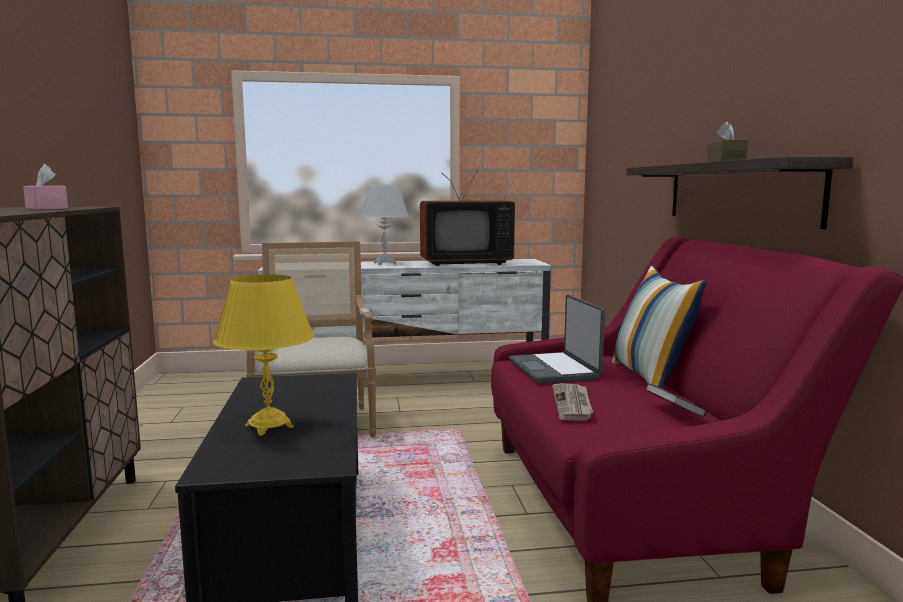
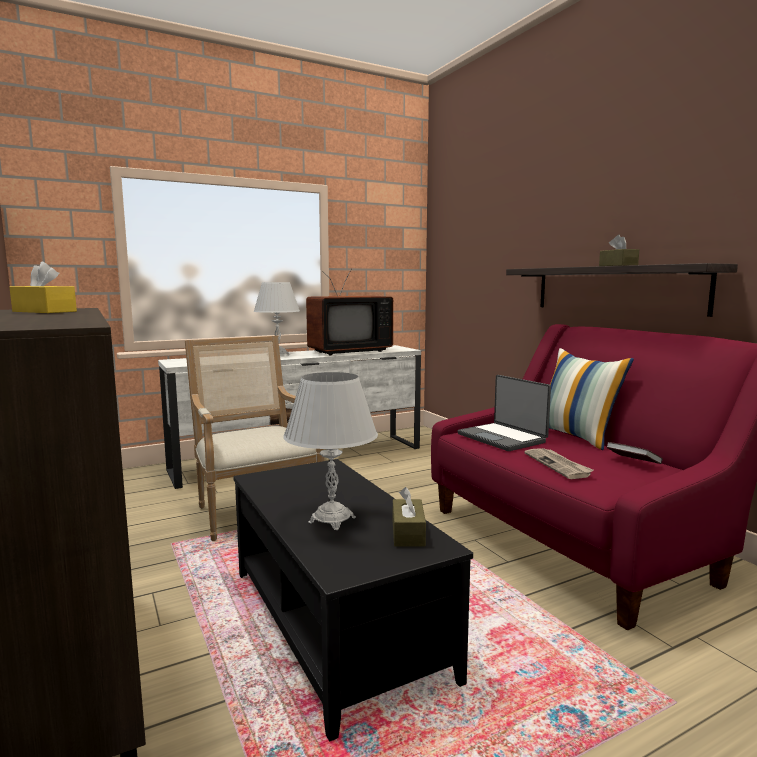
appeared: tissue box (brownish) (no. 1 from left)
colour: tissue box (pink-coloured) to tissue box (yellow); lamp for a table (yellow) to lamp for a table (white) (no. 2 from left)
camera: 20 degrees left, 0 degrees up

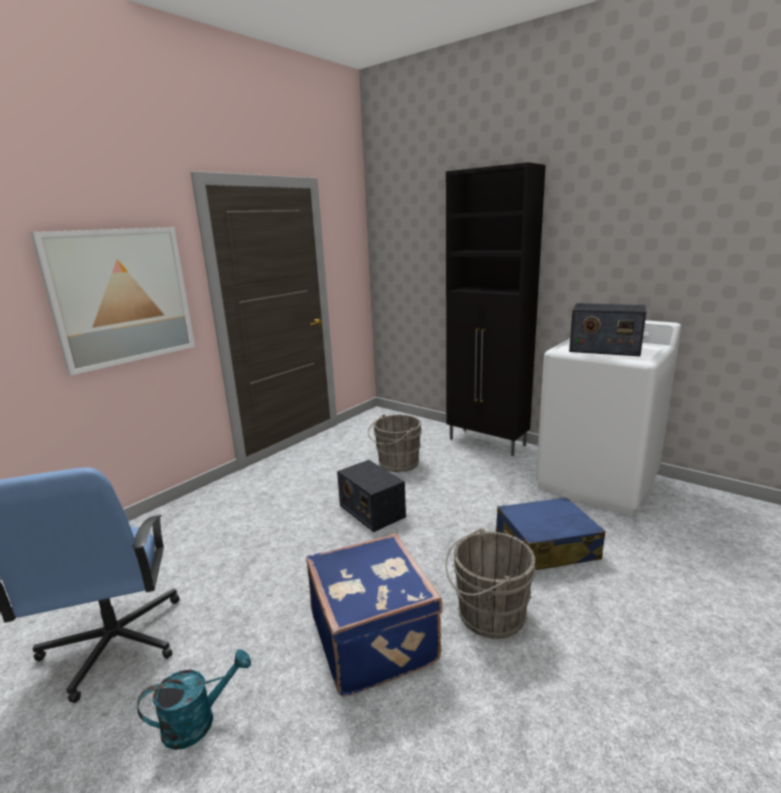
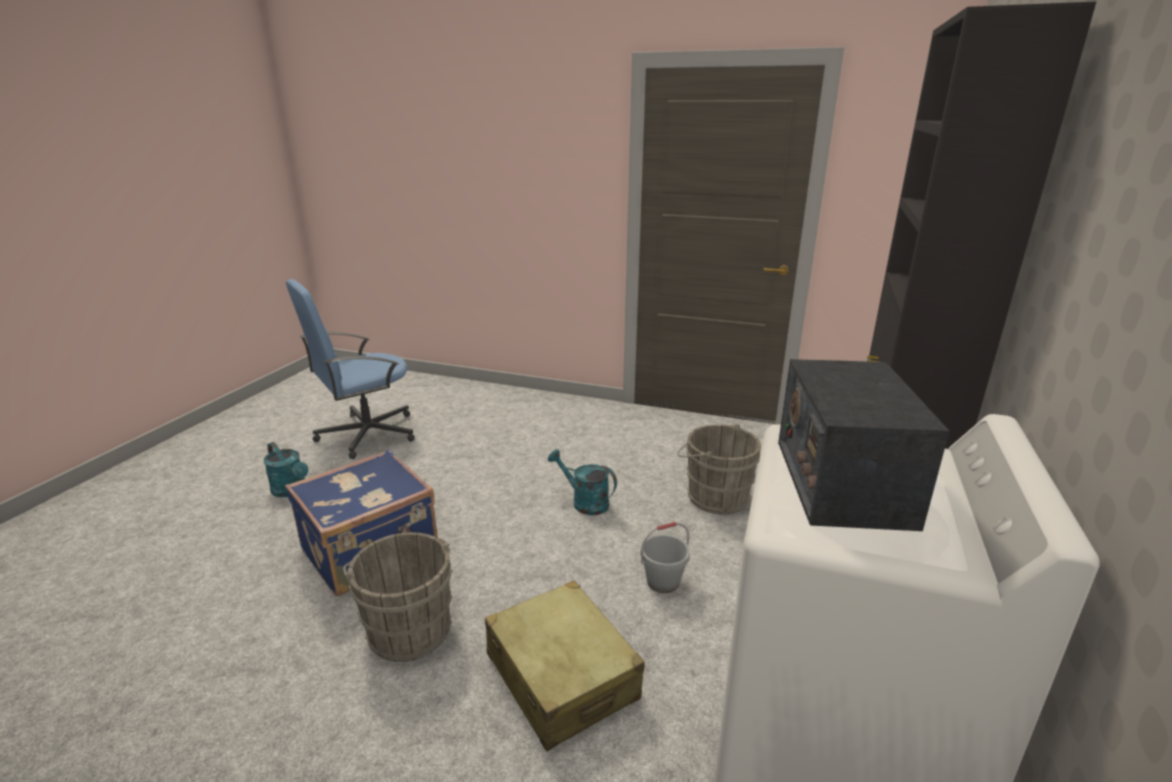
missing: picture
appeared: bucket (grey) (no. 2 from left)
exchanged: radio receiver (no. 1 from left) to watering pot (blue-green) (no. 2 from left)
colour: travel case (bluish) (no. 2 from left) to travel case (beige-coloured)
camera: 70 degrees right, 5 degrees up

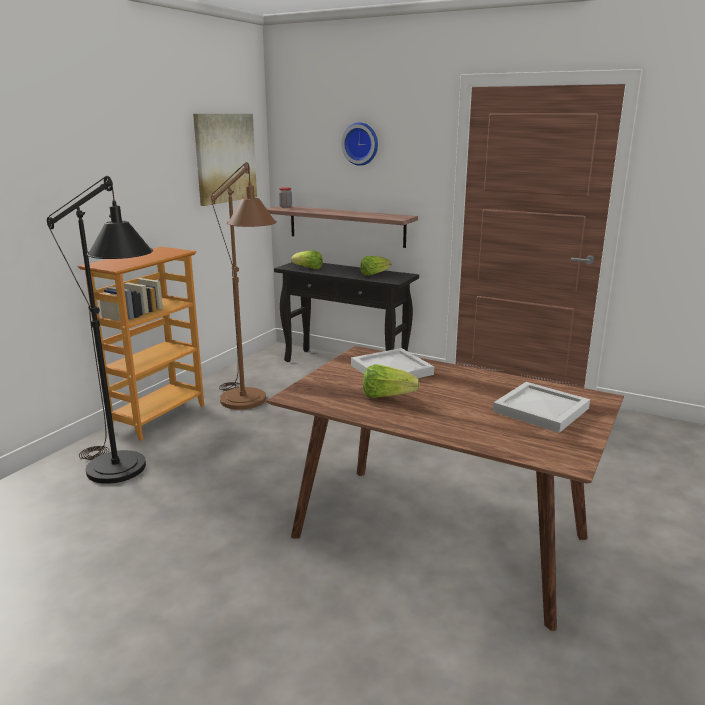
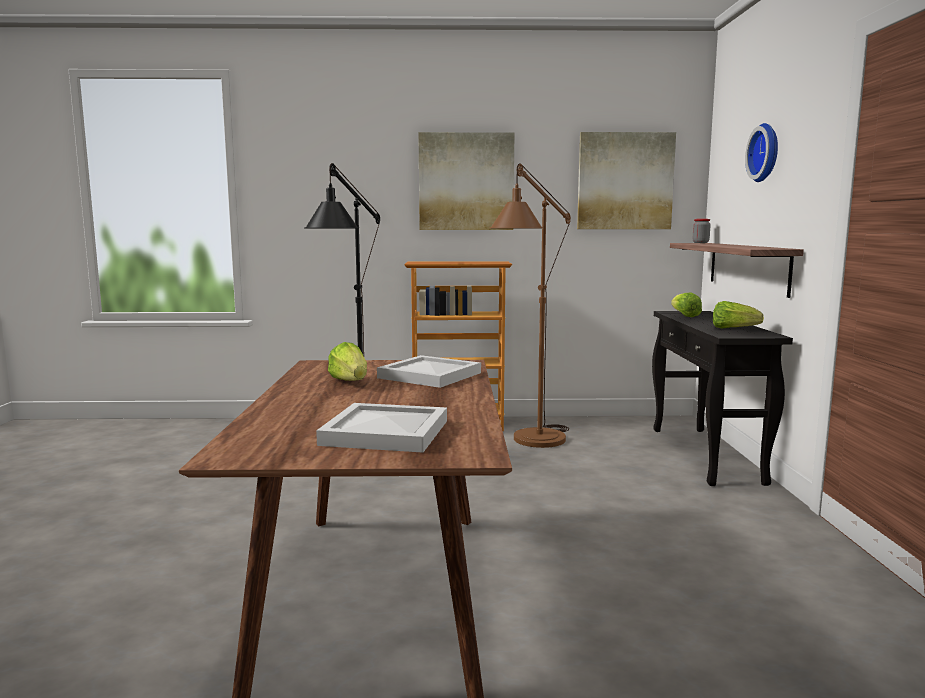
appeared: picture (no. 1 from left)
camera: 60 degrees right, 10 degrees down

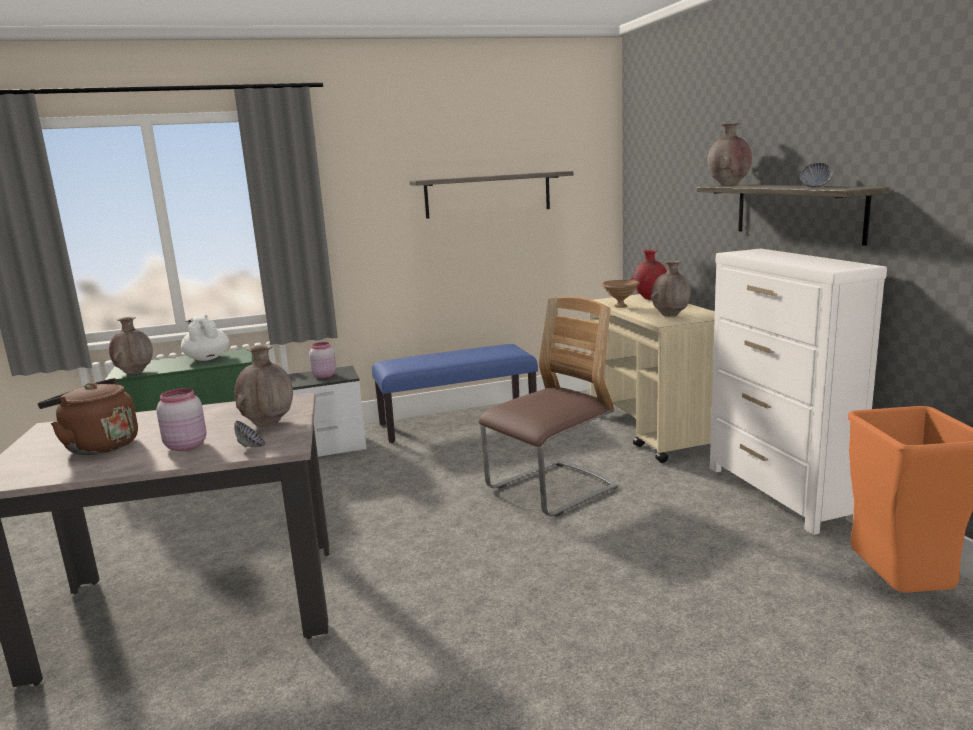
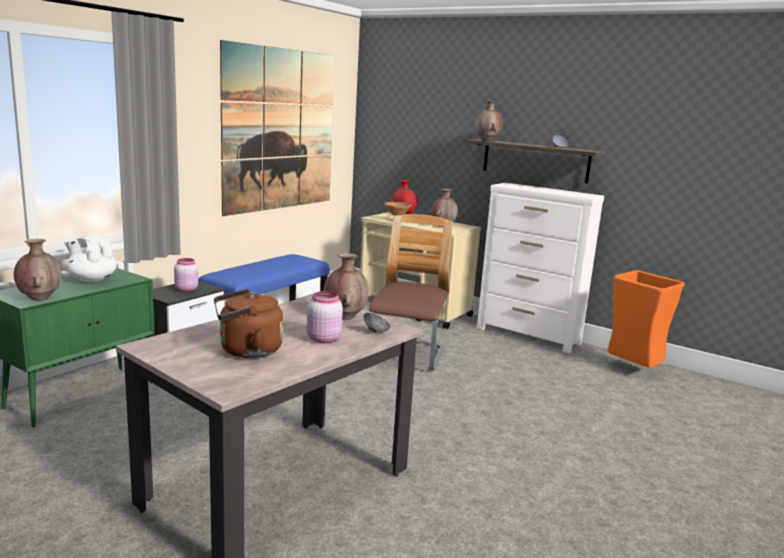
exchanged: wall shelf (no. 1 from left) to picture
camera: 40 degrees left, 0 degrees up

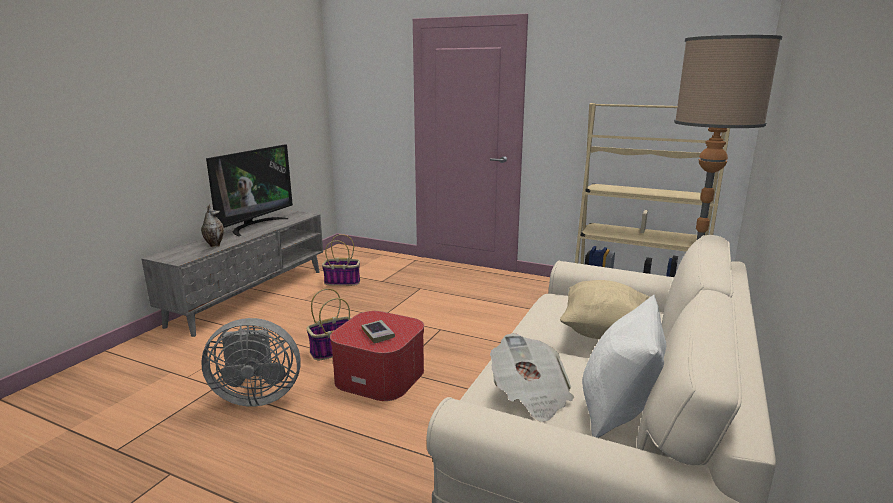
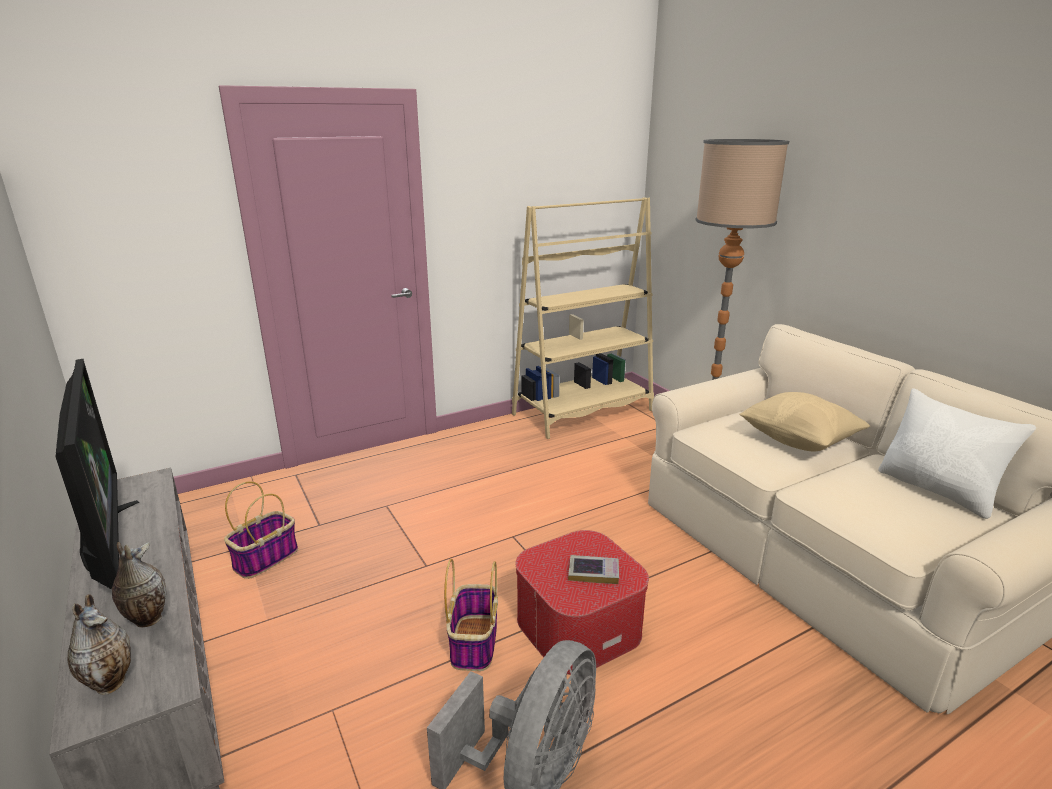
missing: newspaper
appeared: vase (no. 1 from left)
camera: 55 degrees left, 5 degrees up

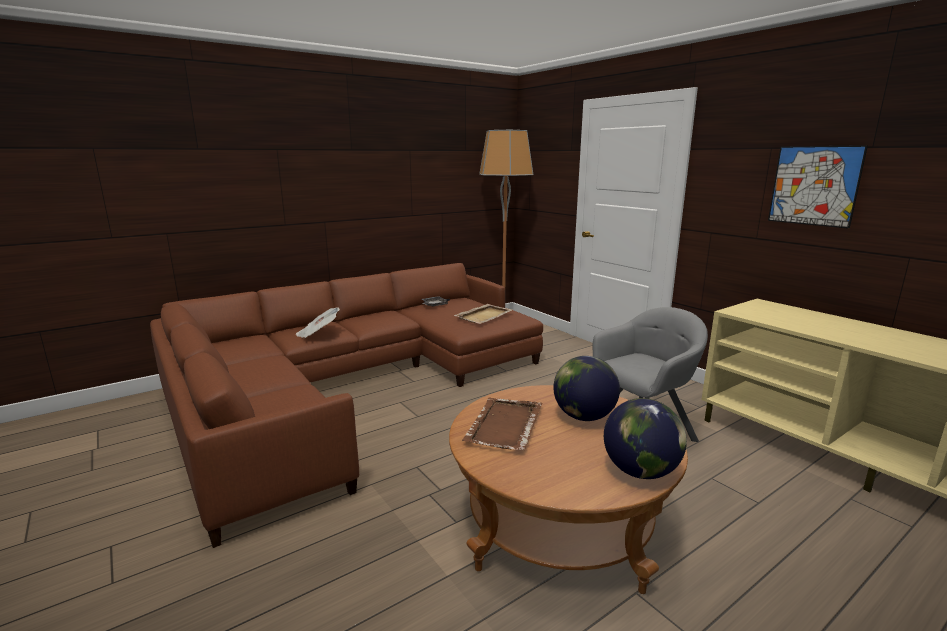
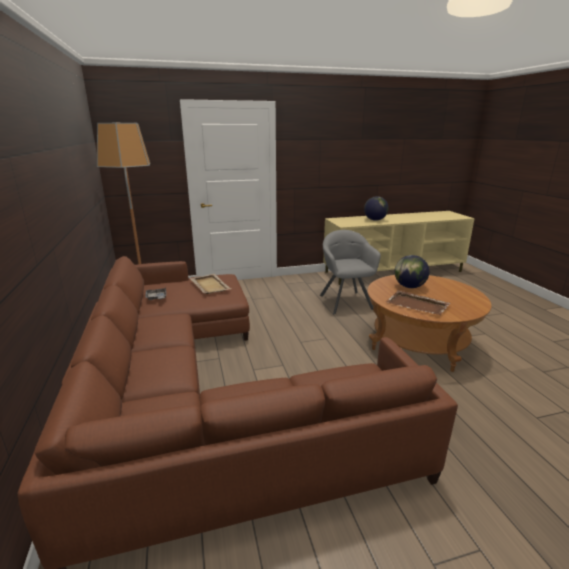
missing: newspaper; picture
relocated: world globe (no. 2 from left in the first image) to world globe (no. 1 from left)
camera: 70 degrees left, 5 degrees up

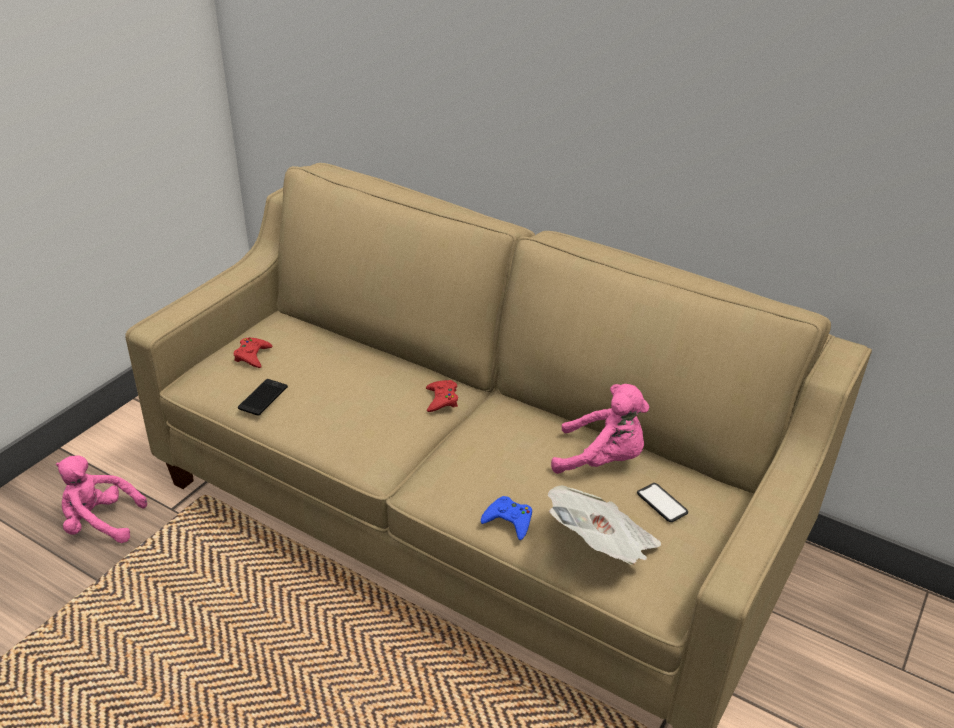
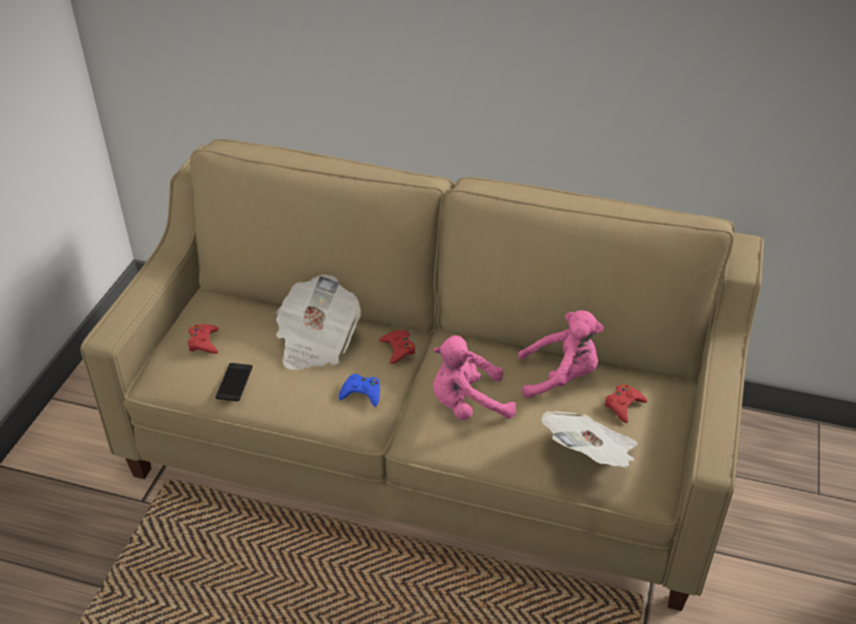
appeared: newspaper (no. 1 from left)
relocated: game controller (bluish); soft toy (pink-coloured) (no. 1 from left)
exchanged: handset (no. 2 from left) to game controller (red) (no. 3 from left)
camera: 15 degrees left, 5 degrees up

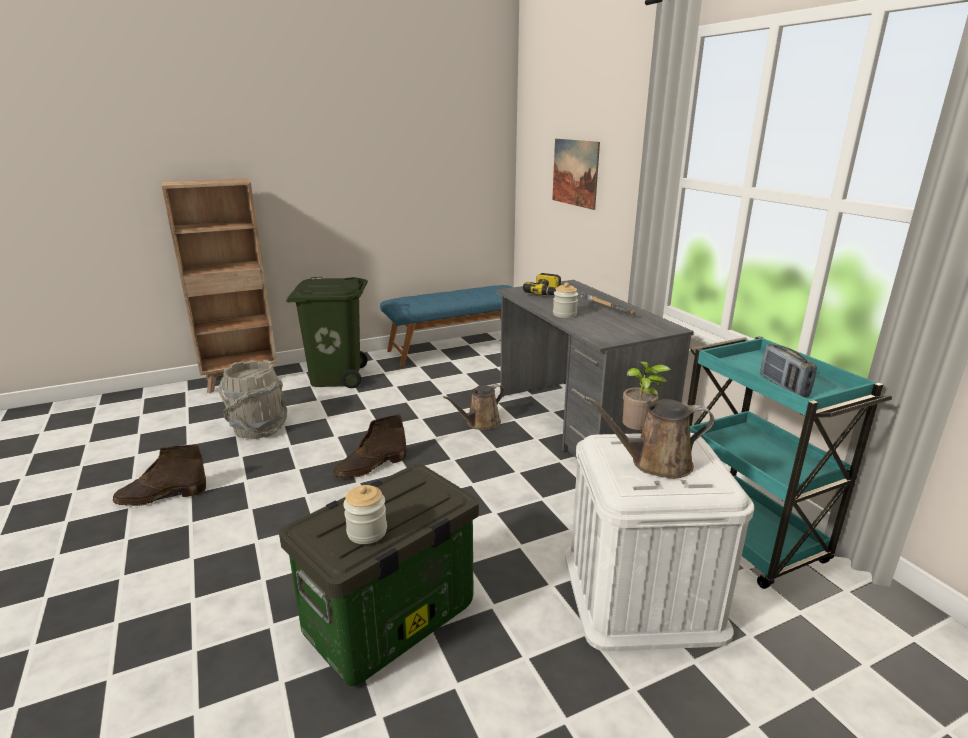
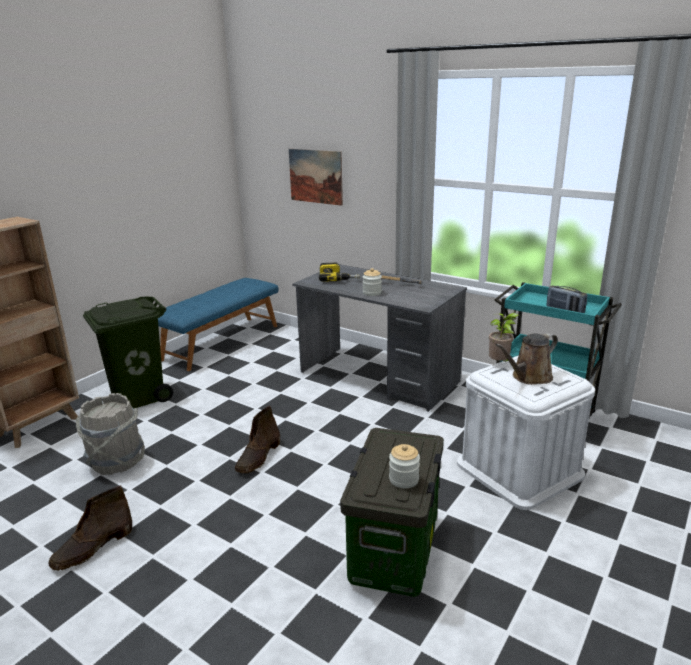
missing: watering pot (brownish) (no. 1 from left)
camera: 30 degrees left, 0 degrees up

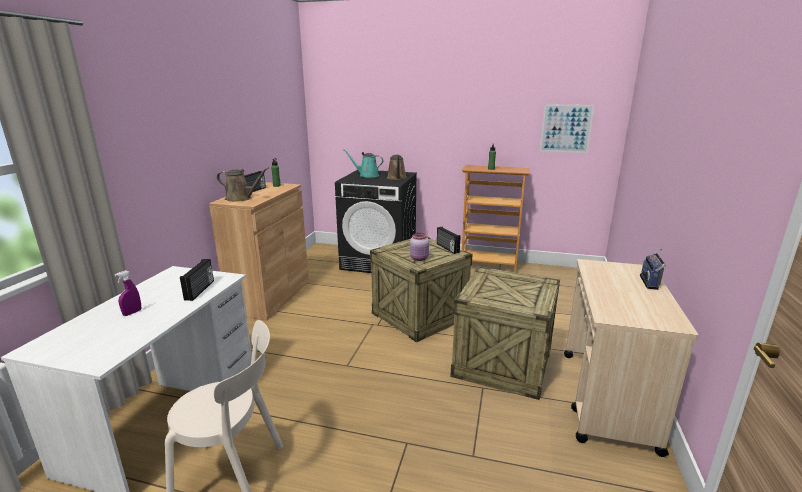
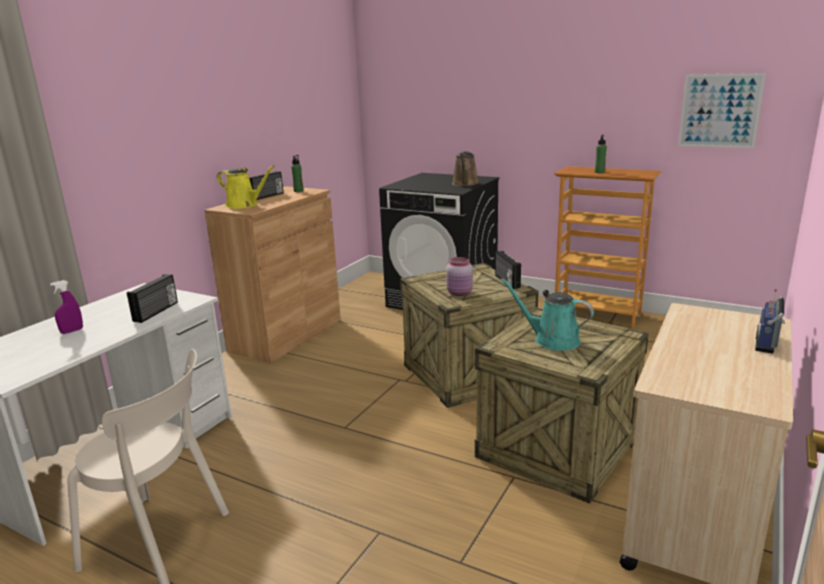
relocated: watering pot (blue-green)
colour: watering pot (brownish) (no. 1 from left) to watering pot (yellow)
camera: 15 degrees right, 0 degrees up

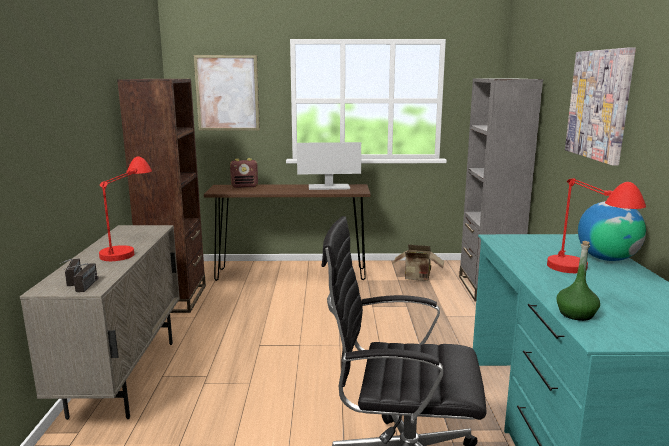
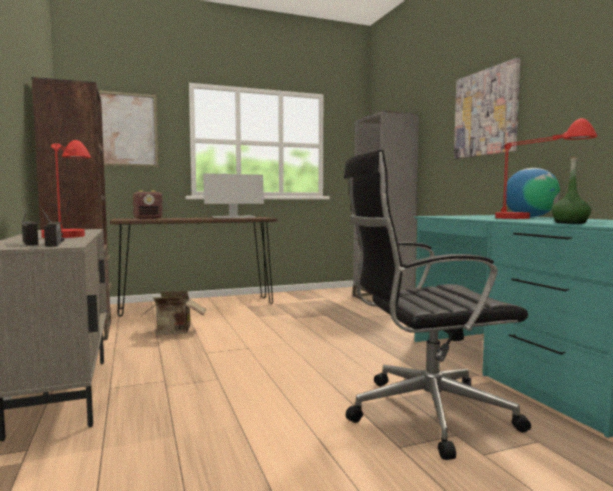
relocated: cardboard box
camera: 20 degrees left, 10 degrees down

